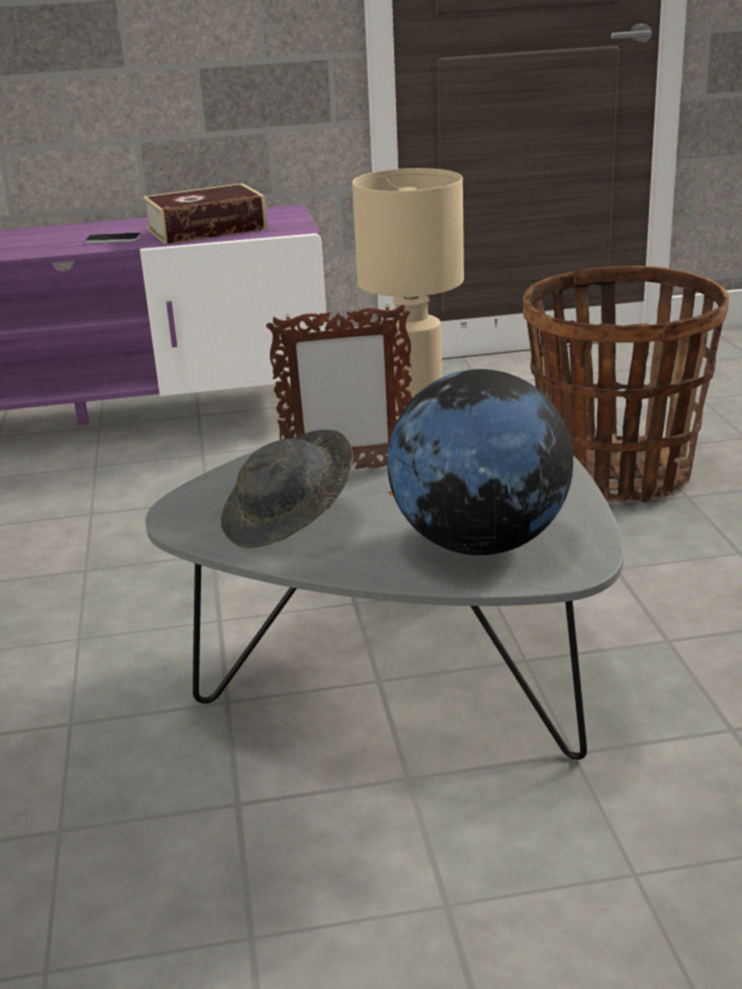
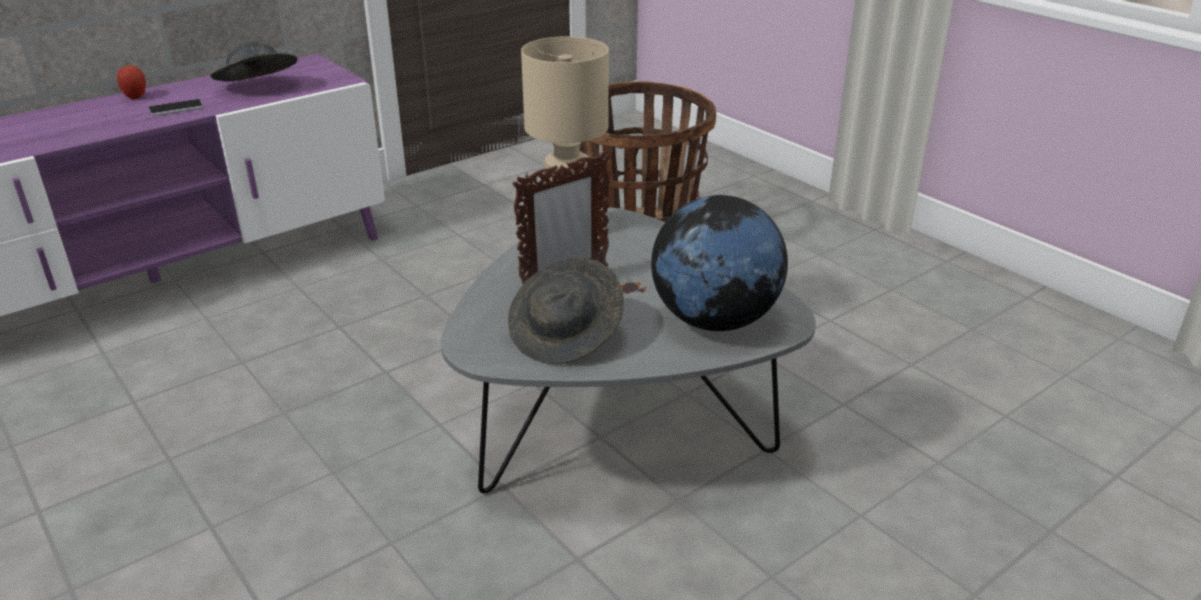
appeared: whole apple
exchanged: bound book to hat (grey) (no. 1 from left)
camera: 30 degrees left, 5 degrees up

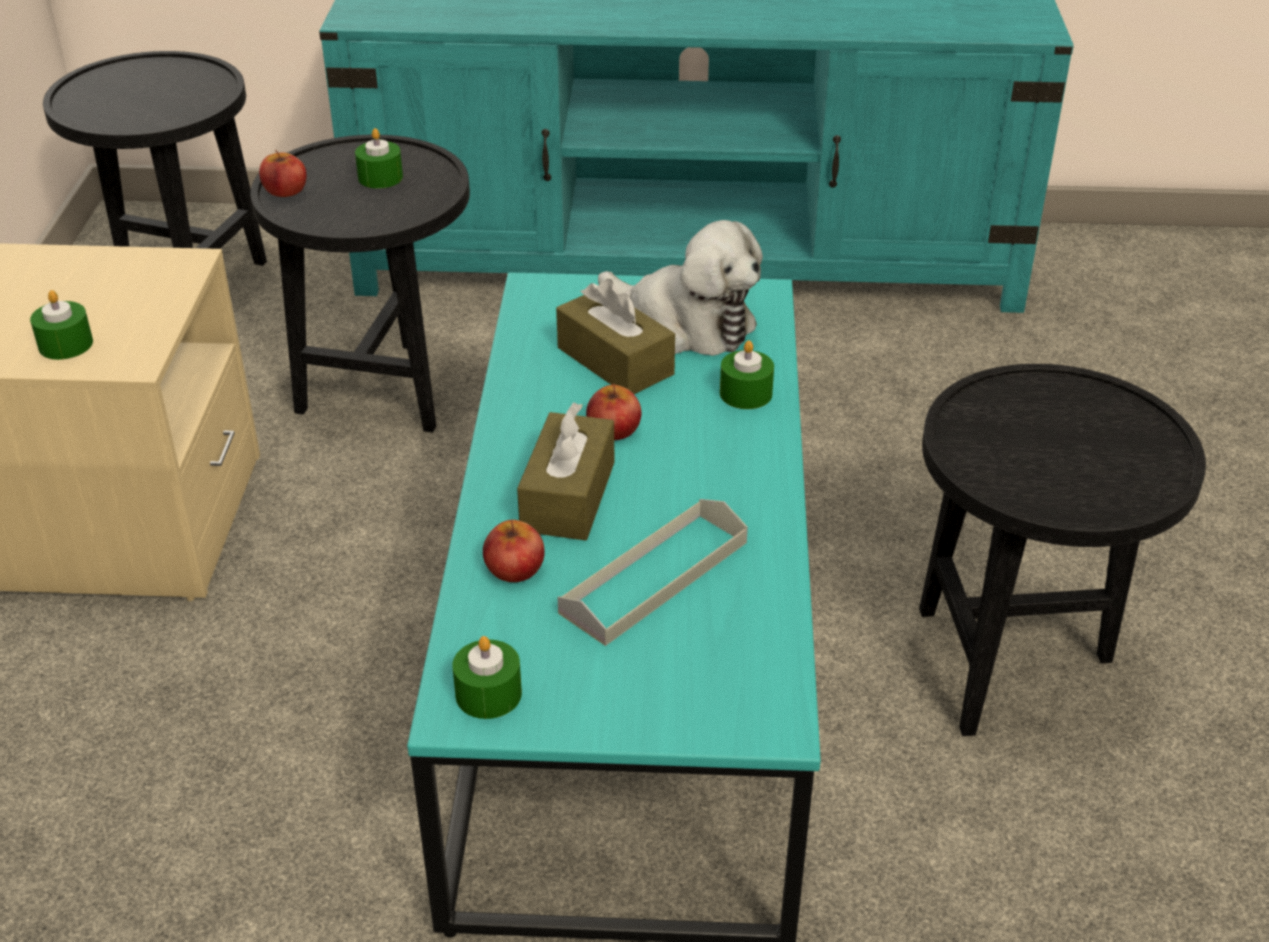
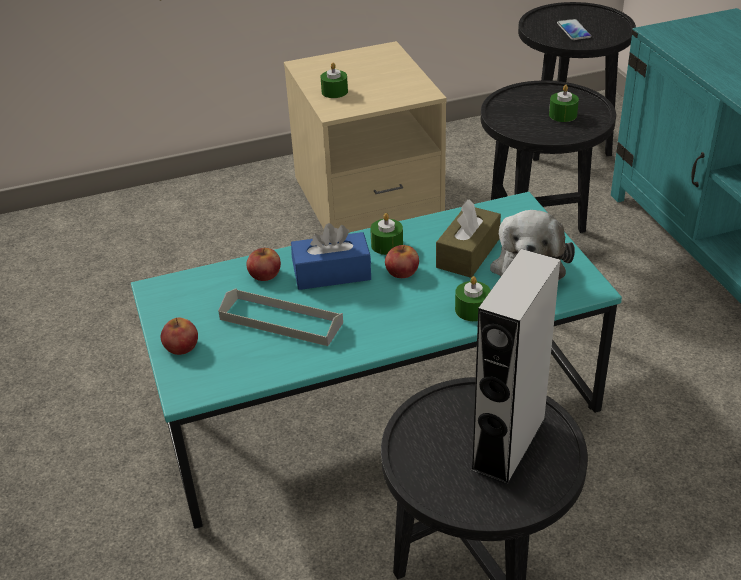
appeared: audio speaker (grey); handset
relocated: whole apple (no. 1 from left); candle (green) (no. 3 from left in the first image) to candle (green) (no. 2 from left)
colour: tissue box (brownish) (no. 1 from left) to tissue box (bluish)
camera: 70 degrees right, 0 degrees up

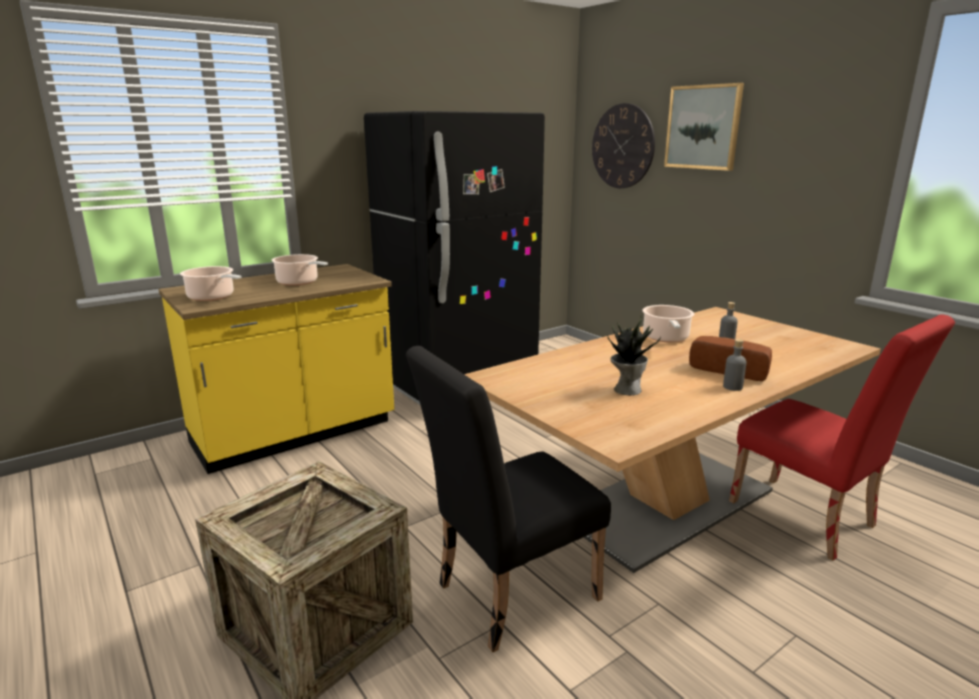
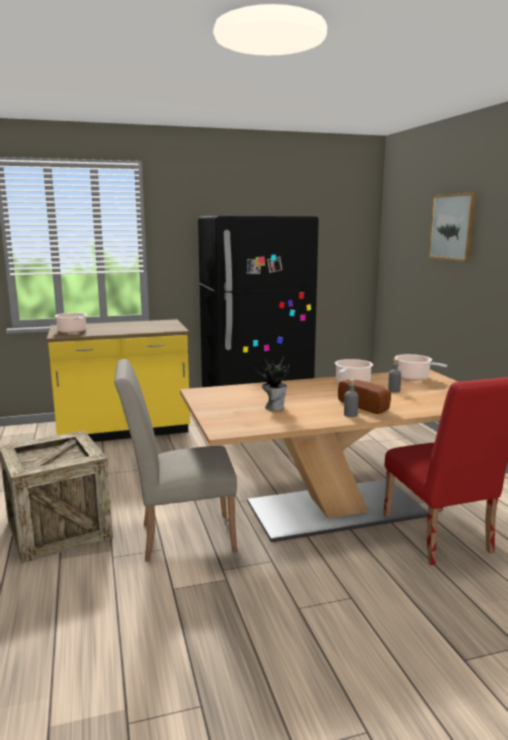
missing: wall clock
relocated: saucepot (no. 2 from left in the first image) to saucepot (no. 3 from left)
colour: upright chair (black) to upright chair (beige-coloured)
camera: 20 degrees right, 5 degrees down

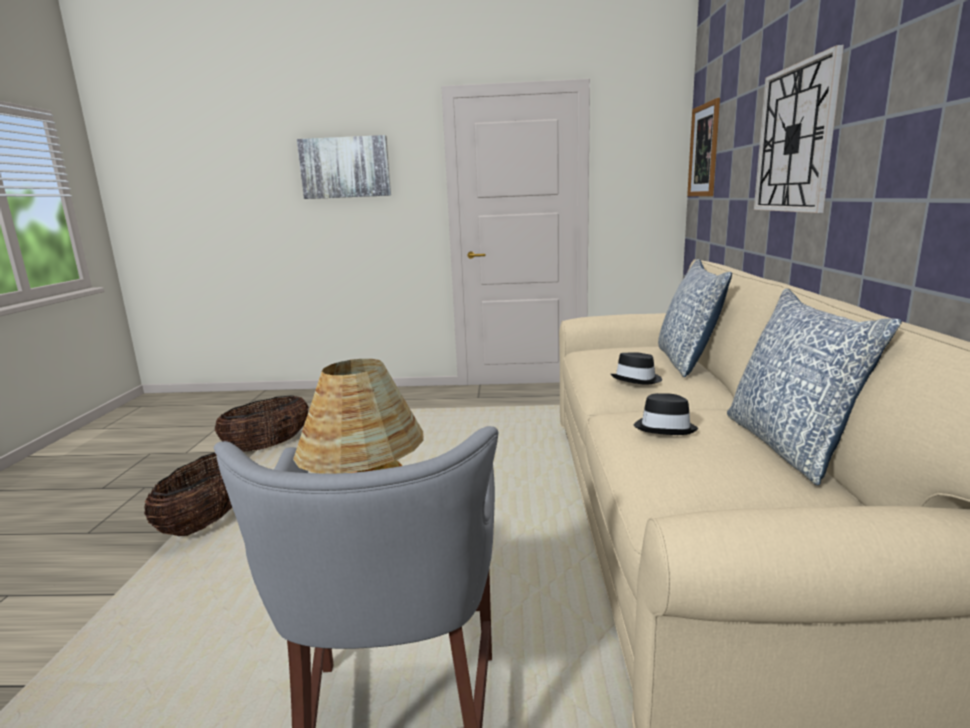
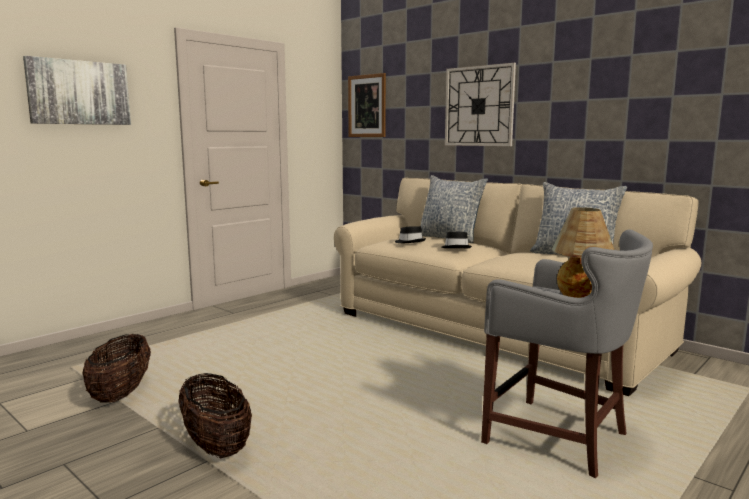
relocated: hat (black) (no. 2 from left in the first image) to hat (black) (no. 1 from left)
camera: 50 degrees left, 5 degrees down

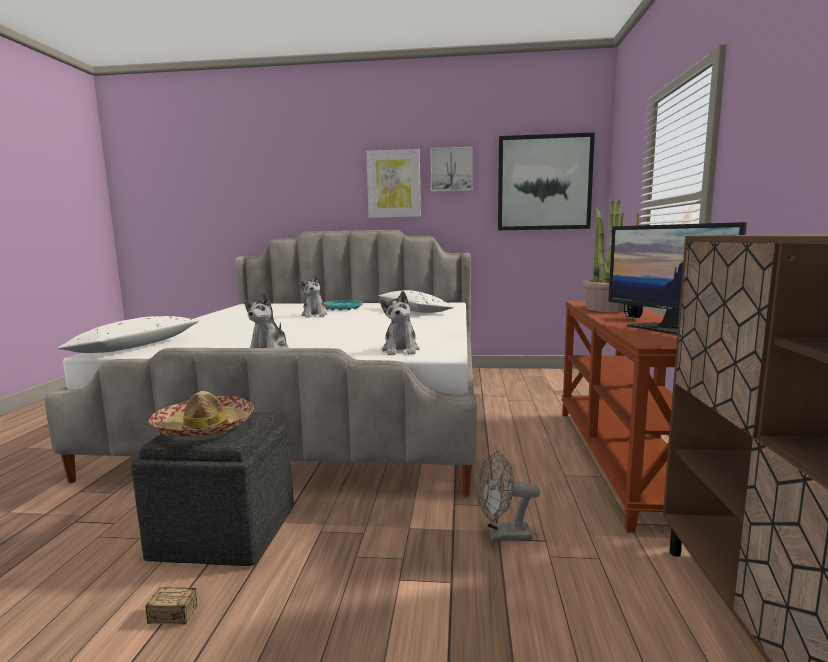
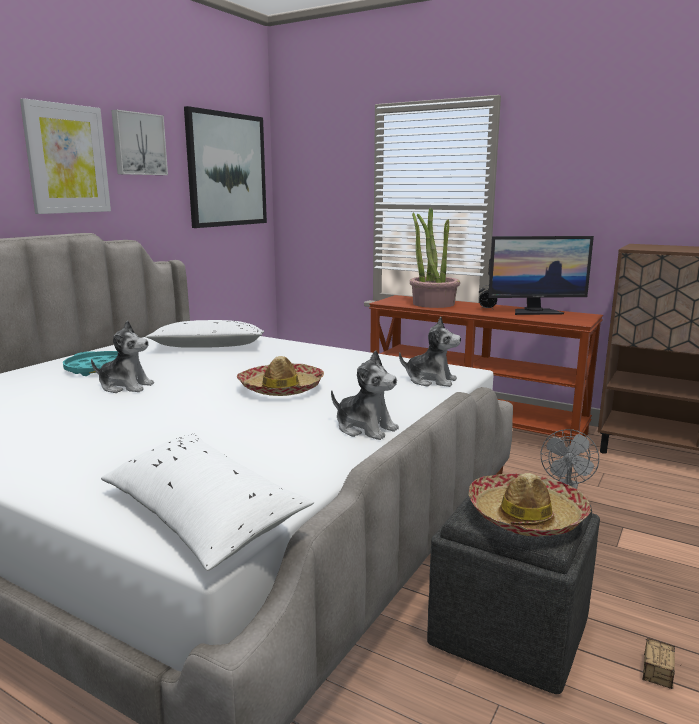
appeared: hat (no. 1 from left)
camera: 65 degrees left, 5 degrees up

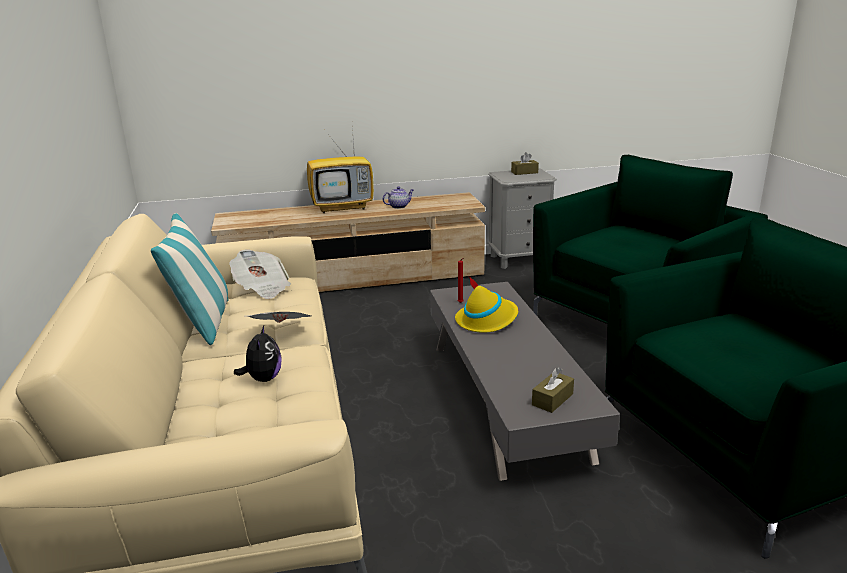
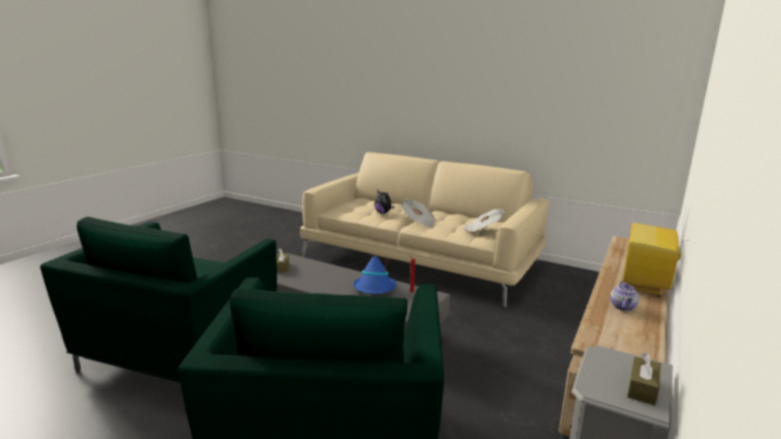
missing: throw pillow
colour: hat (yellow) to hat (bluish)
camera: 130 degrees right, 5 degrees down

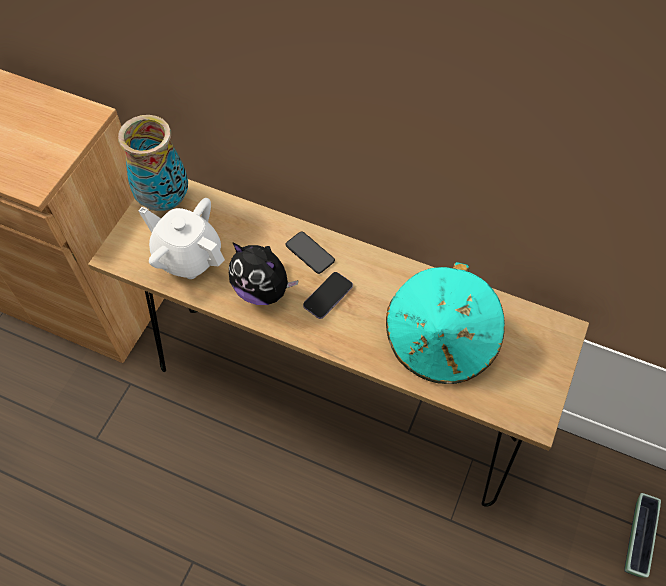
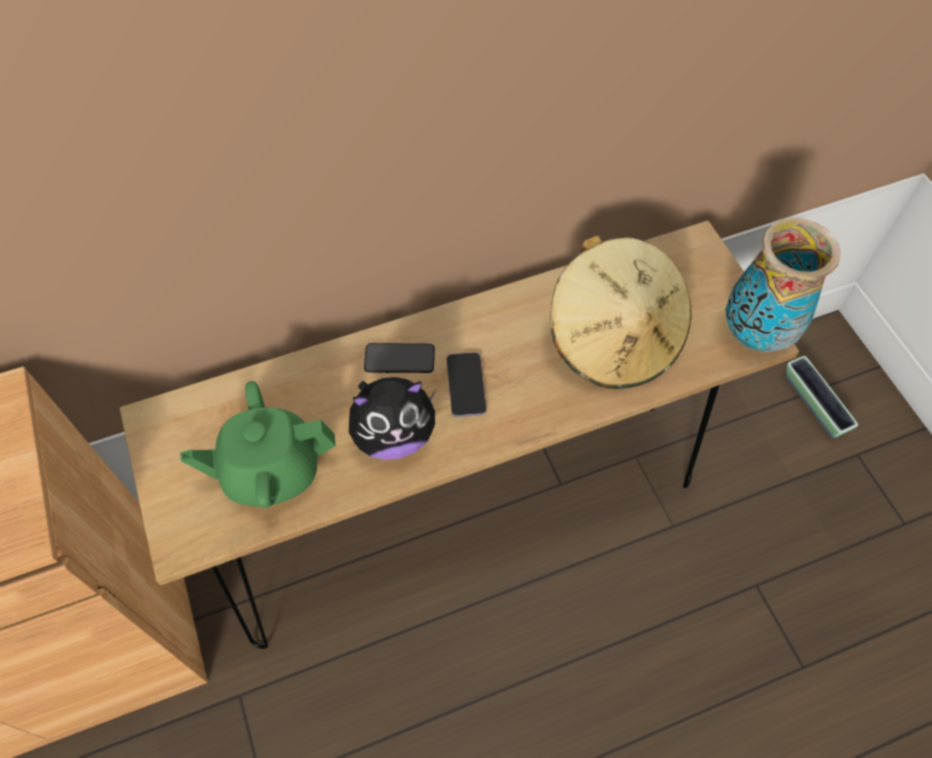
relocated: vase
colour: teapot (white) to teapot (green); hat (blue-green) to hat (beige-coloured)
camera: 45 degrees left, 0 degrees up

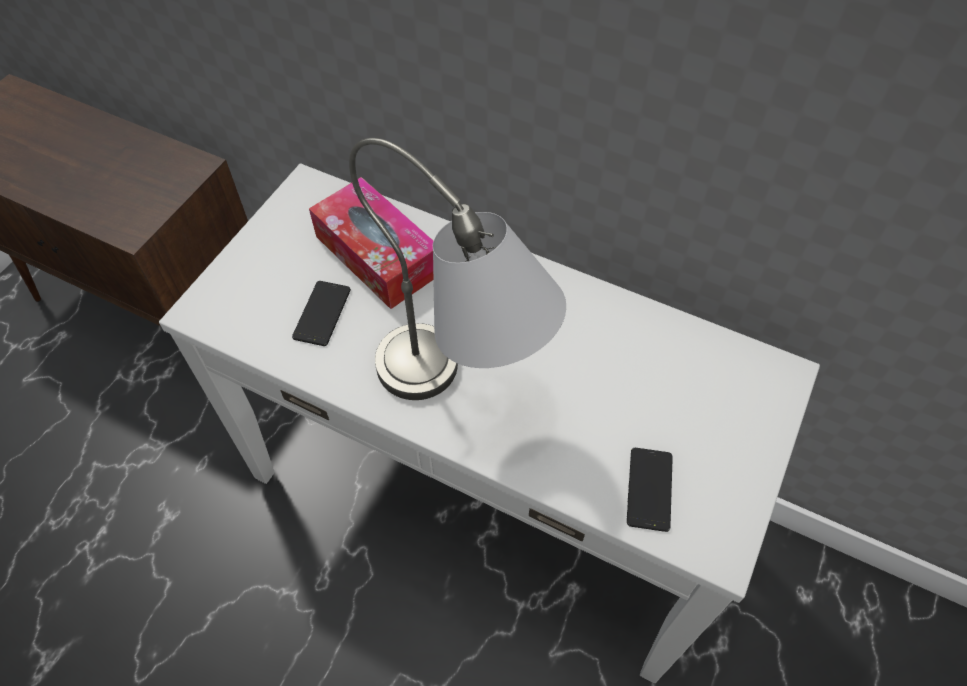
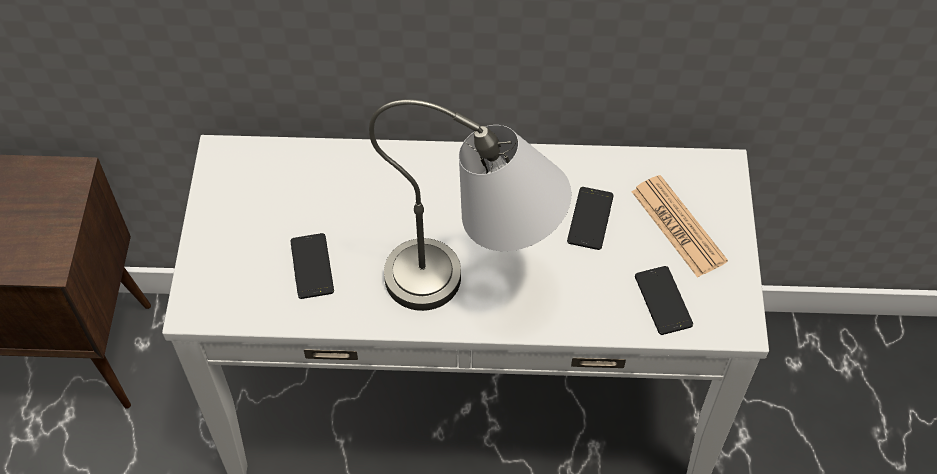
missing: tissue box
appeared: handset (no. 2 from left); newspaper
camera: 25 degrees left, 0 degrees up

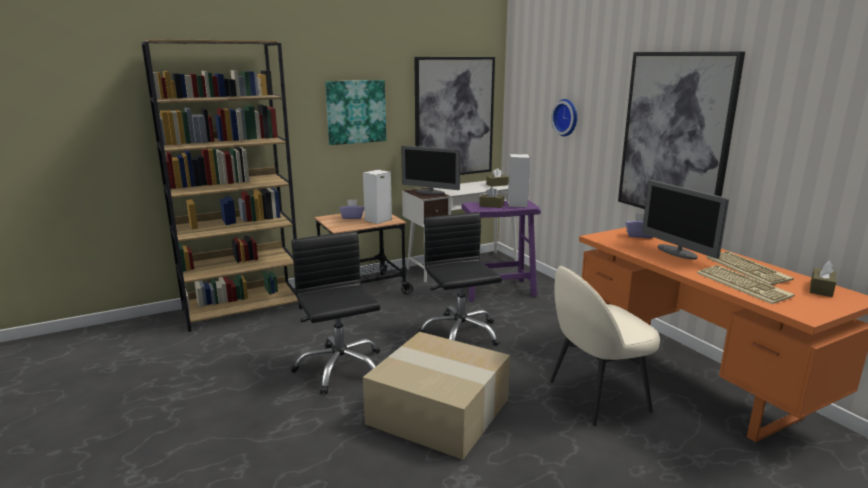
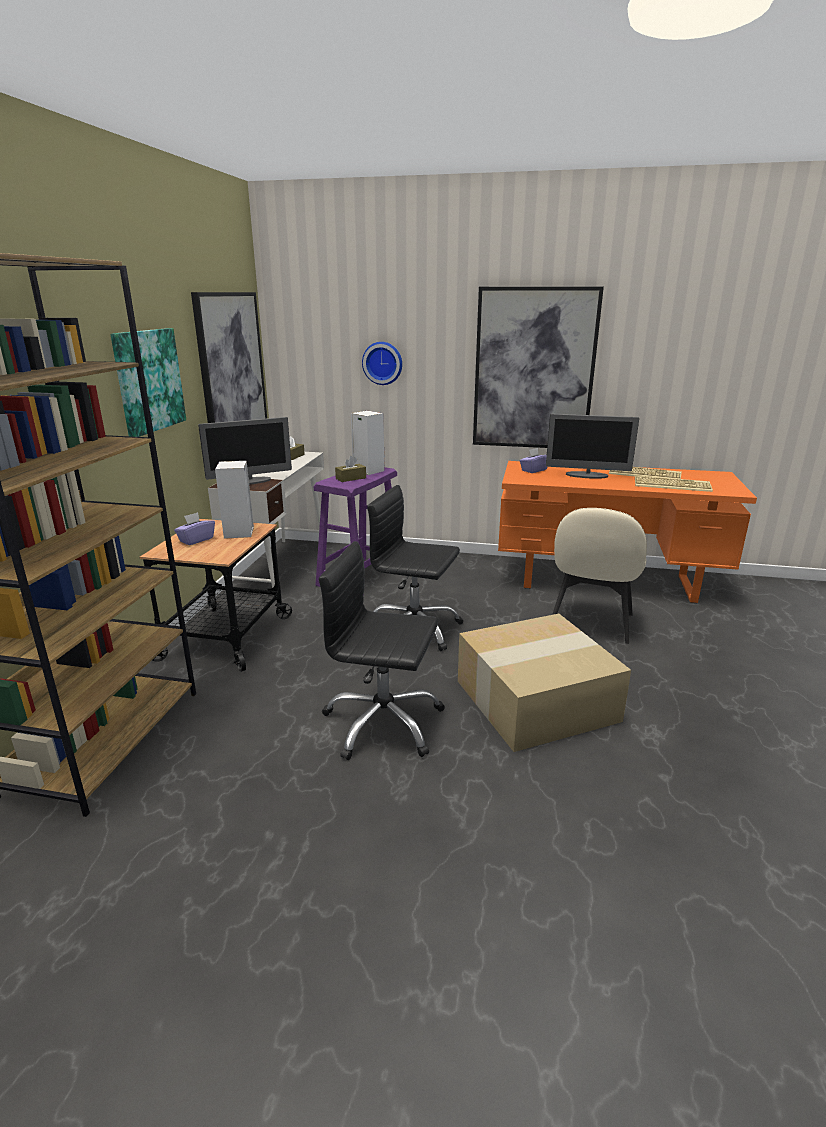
missing: tissue box (brownish) (no. 3 from left)
camera: 50 degrees left, 5 degrees up

